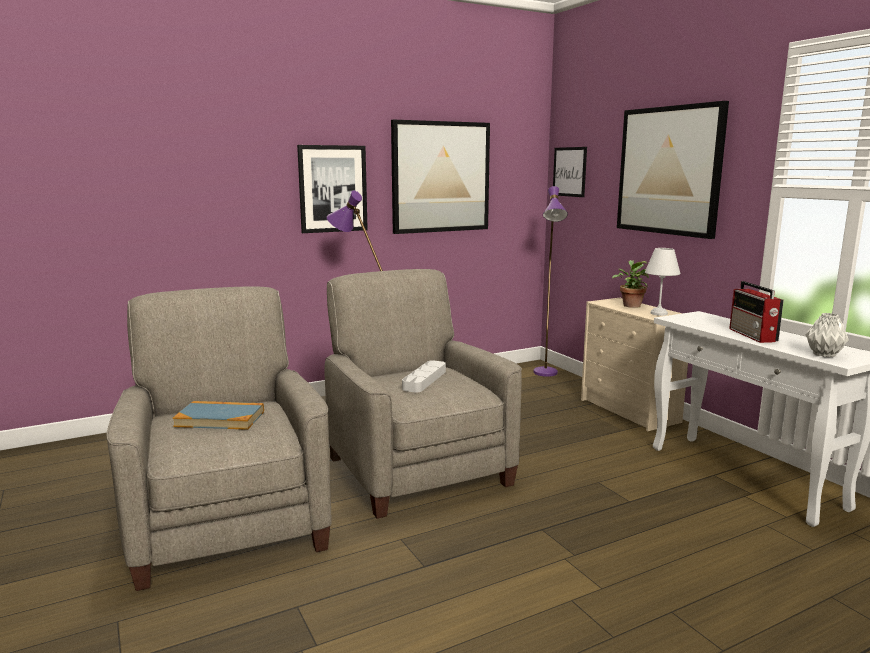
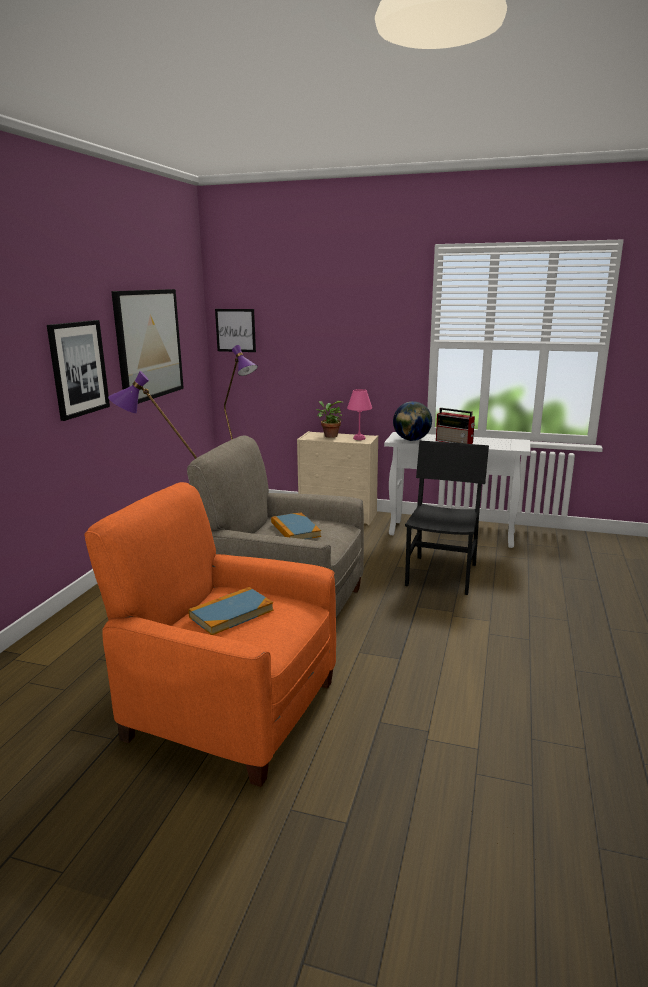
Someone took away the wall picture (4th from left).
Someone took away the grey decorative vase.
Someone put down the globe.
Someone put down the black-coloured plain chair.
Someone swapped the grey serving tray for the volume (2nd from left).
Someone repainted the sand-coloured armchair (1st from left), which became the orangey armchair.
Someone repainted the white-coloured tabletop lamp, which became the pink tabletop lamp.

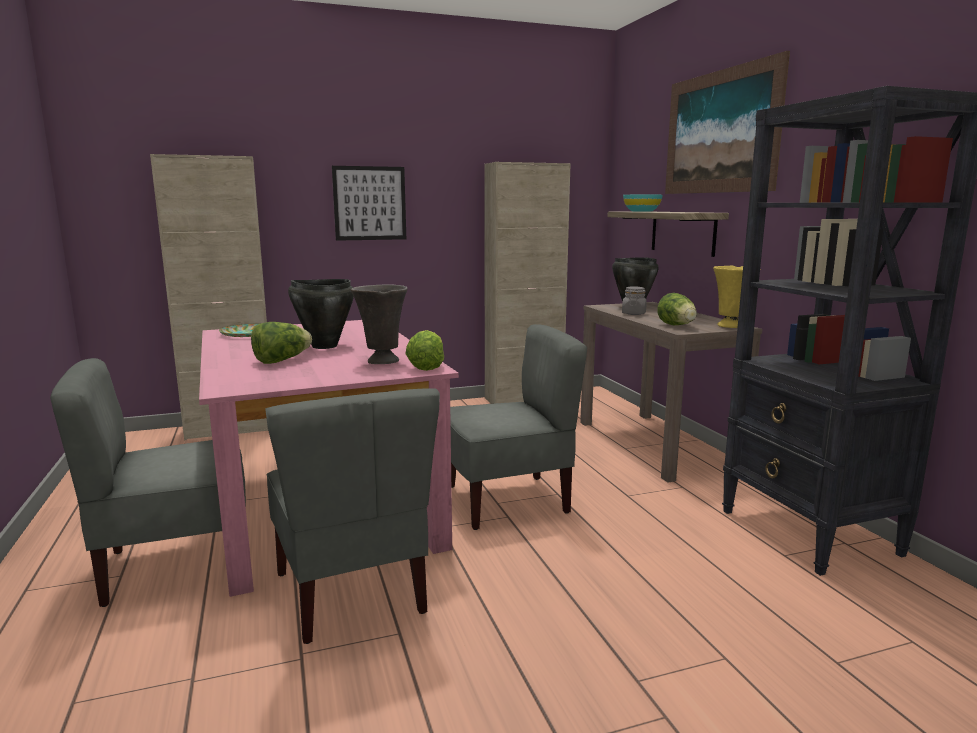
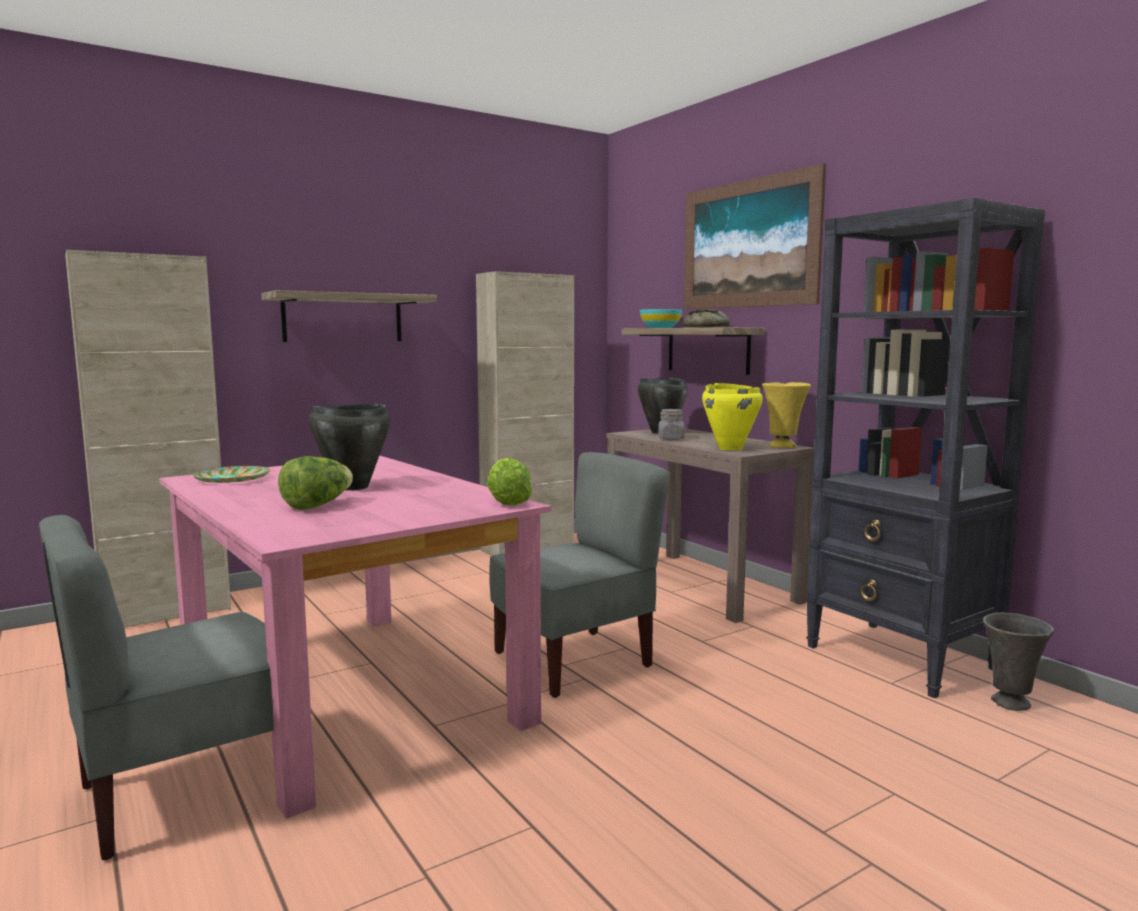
Someone took away the grey plain chair (2nd from left).
Someone put down the bread.
Someone carried the grey decorative vase.
Someone swapped the wall picture (1st from left) for the shelf (1st from left).
Someone swapped the lettuce (3rd from left) for the yellow-coloured saucepot.

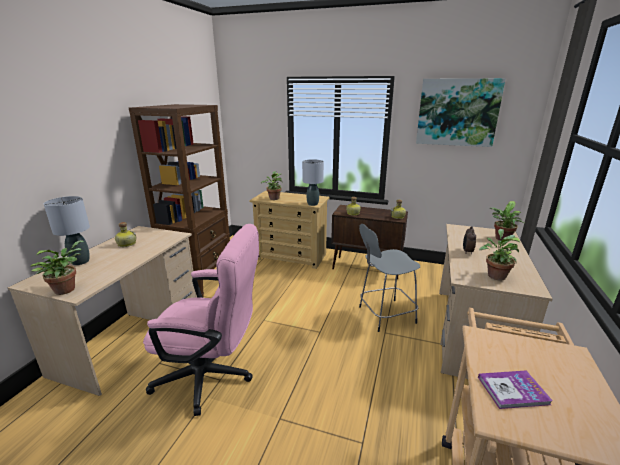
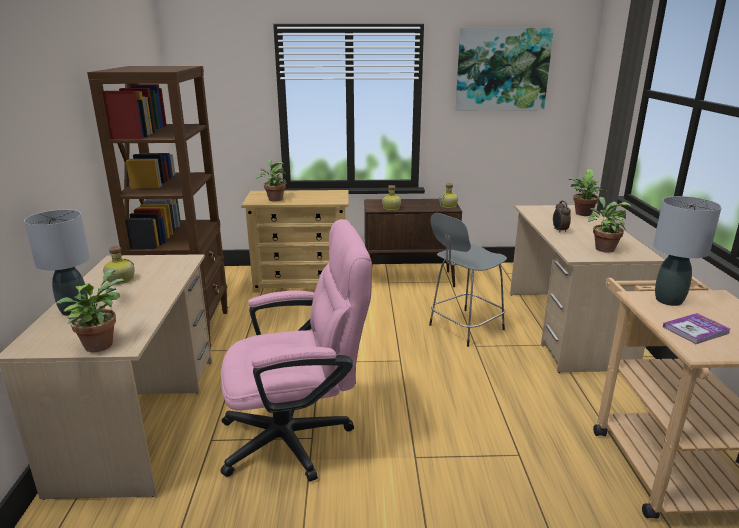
Someone carried the grey tabletop lamp (2nd from left).

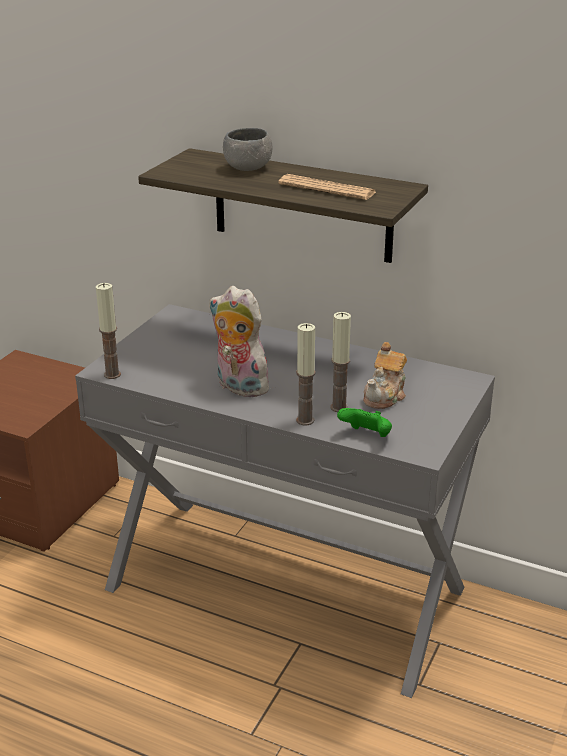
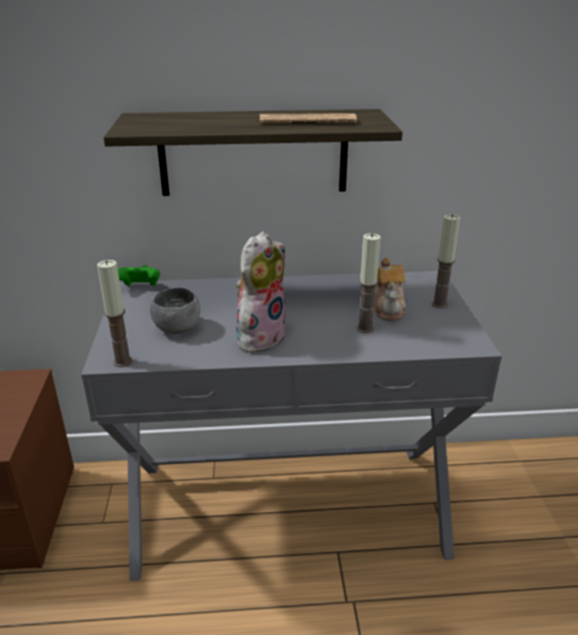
Someone carried the grey deep dish.
Someone carried the candle (2nd from left in the first image).
Someone carried the green joypad.
Someone rotated the cuddly toy by 120 degrees clockwise.

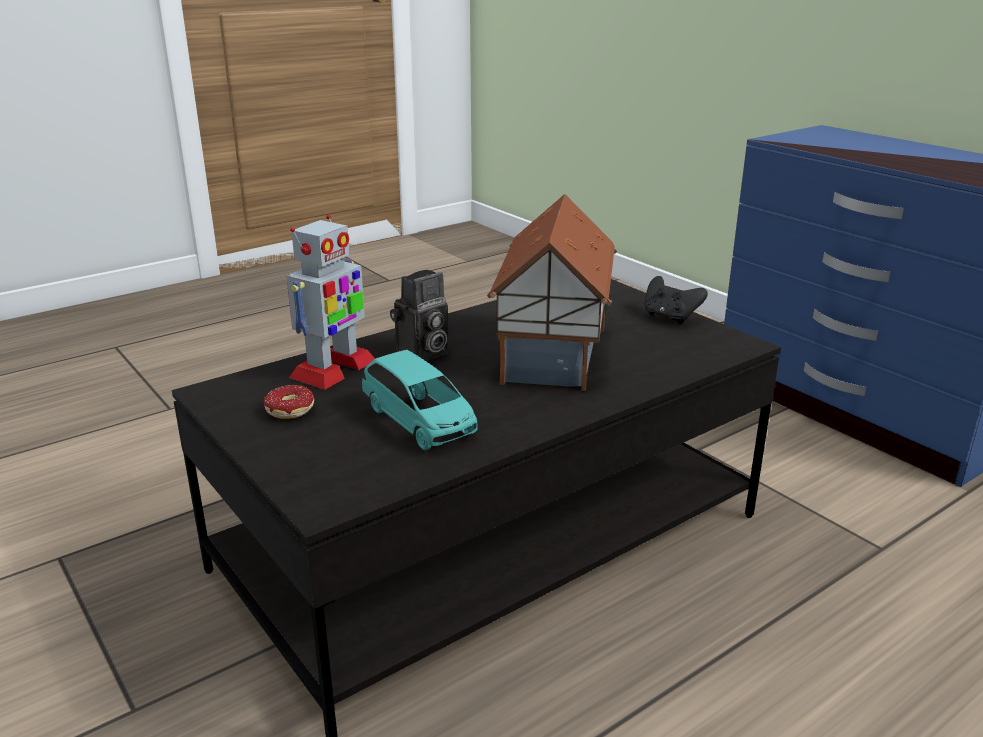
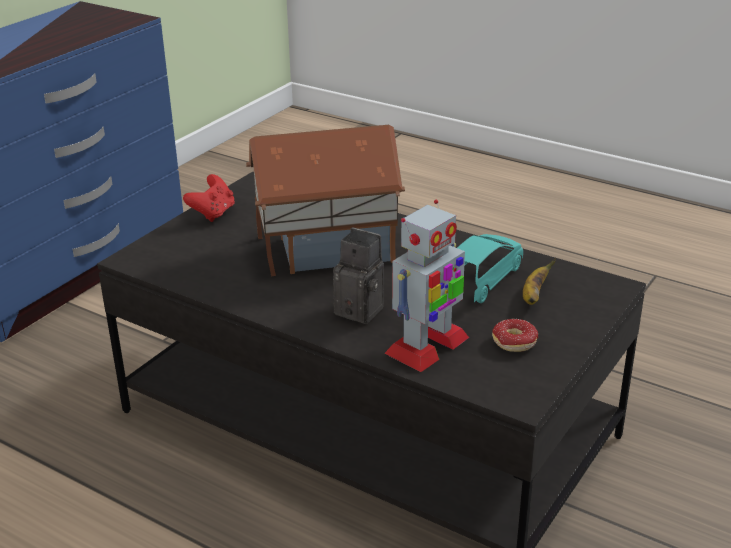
Someone put down the banana.
Someone repainted the black-coloured joypad, which became the red-coloured joypad.
Someone rotated the robot figure by 120 degrees clockwise.

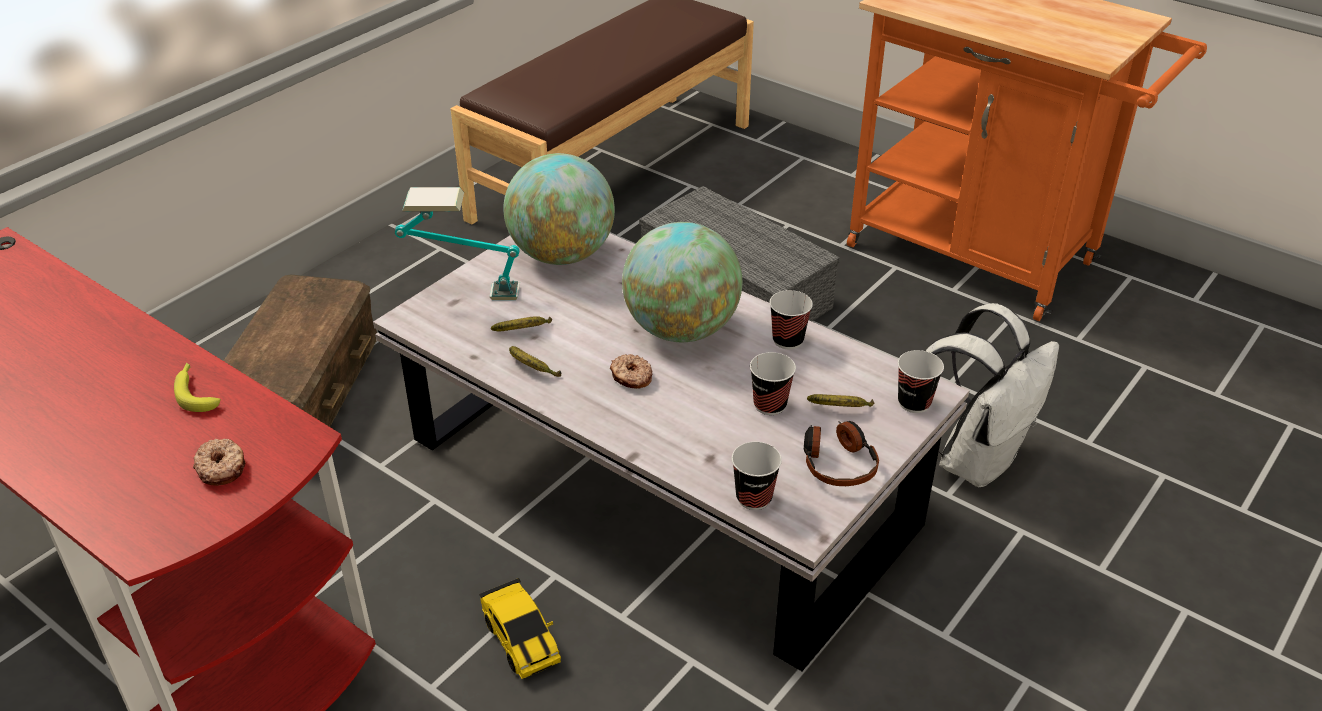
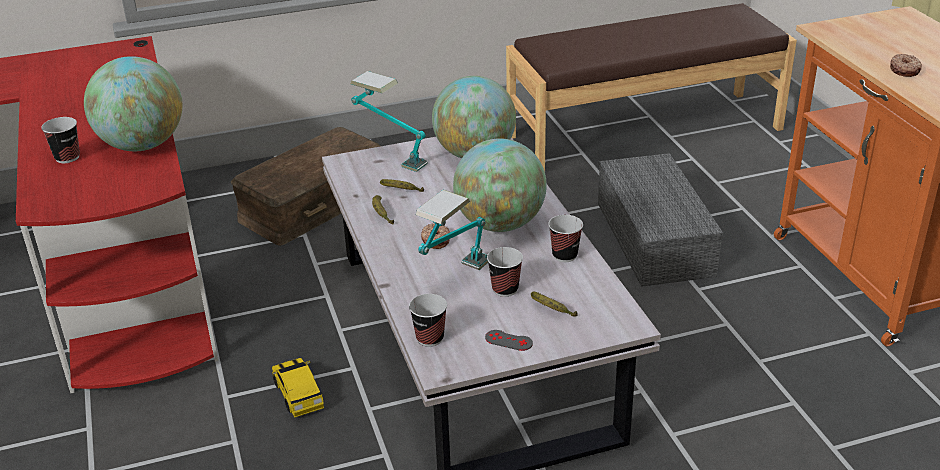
Someone took away the white-coloured backpack.
Someone put down the tabletop lamp (2nd from left).
Someone carried the doughnut (1st from left in the first image).
Someone carried the drinking cup (4th from left in the first image).
Someone swapped the banana (1st from left) for the globe (1st from left).
Someone swapped the pair of headphones for the grey joypad.
Someone rotated the model car by 150 degrees clockwise.

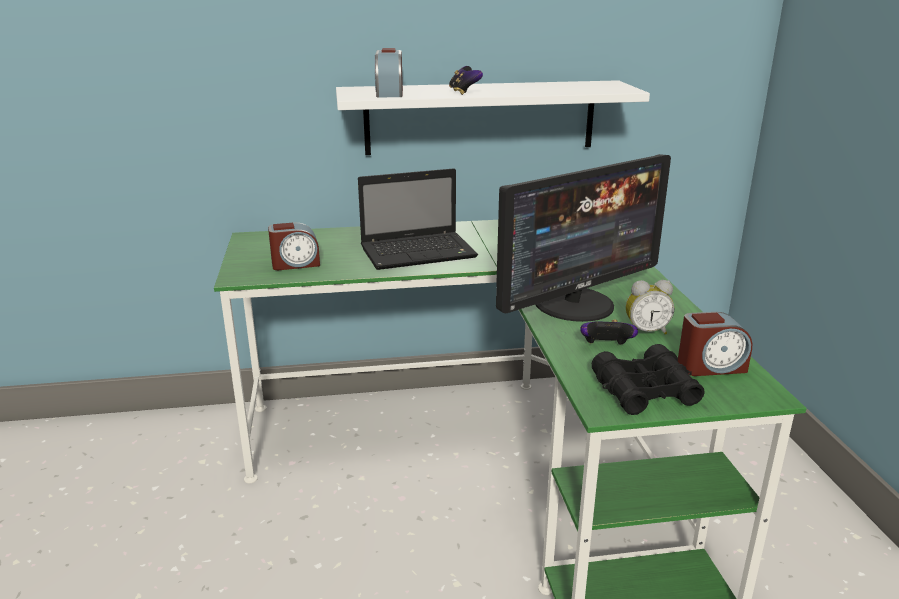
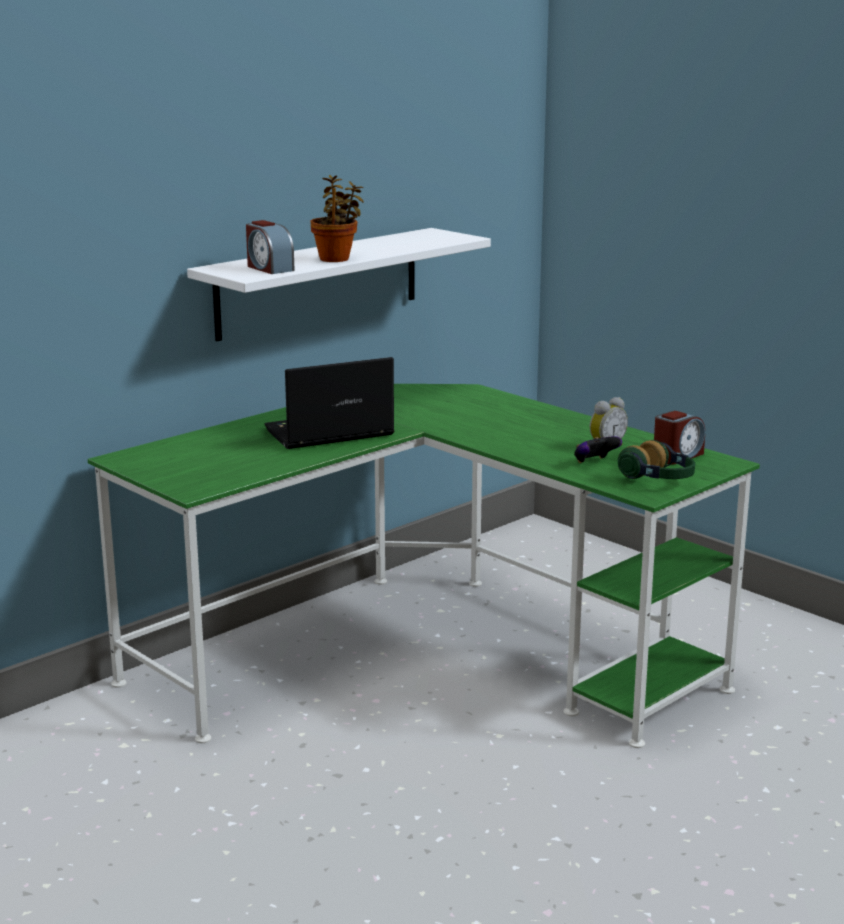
Someone took away the table clock (1st from left).
Someone took away the computer screen.
Someone swapped the joypad (1st from left) for the plant in a pot.
Someone swapped the black-coloured binoculars for the pair of headphones.
Someone rotated the portable computer by 150 degrees counterclockwise.

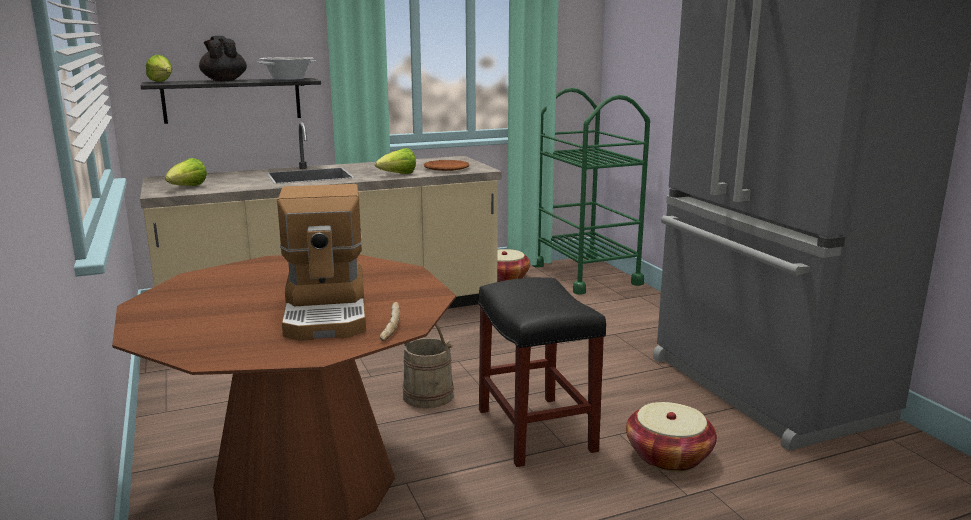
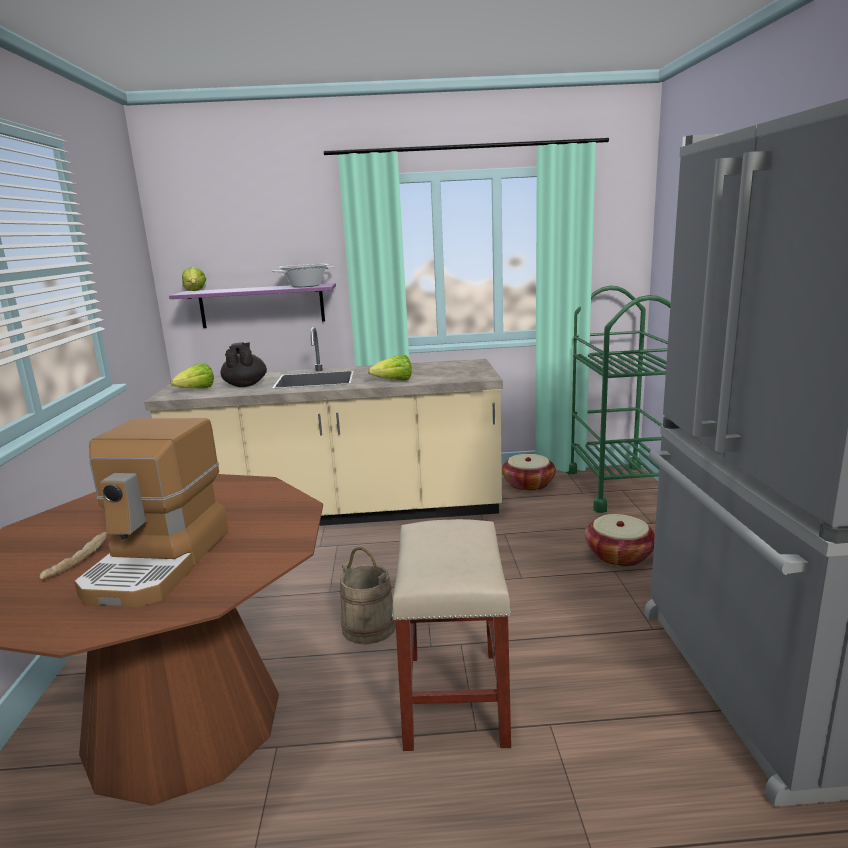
Someone took away the brown-coloured plate.
Someone carried the black-coloured teapot.
Someone carried the bread.
Someone carried the household basket (2nd from left).
Someone repainted the black-coloured shelf, which became the purple-coloured shelf.
Someone repainted the black-coloured stool, which became the sand-coloured stool.

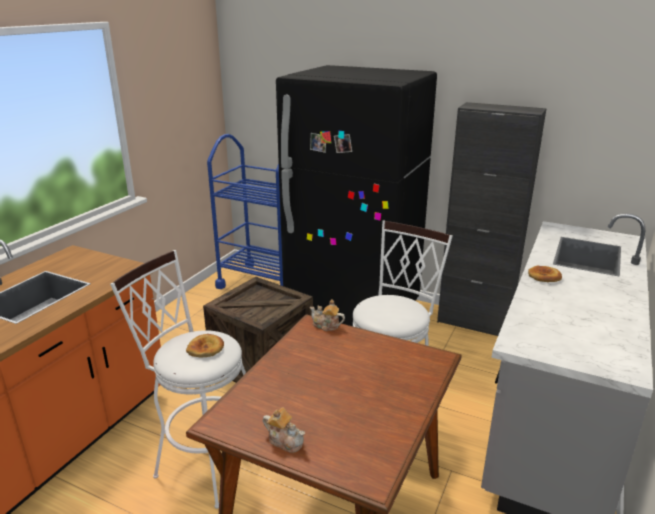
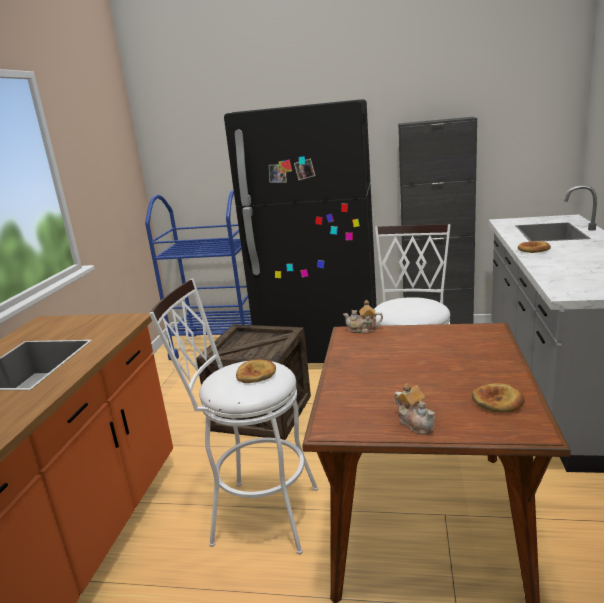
Someone put down the bread (2nd from left).
Someone rotated the teapot (1st from left in the first image) by 45 degrees clockwise.

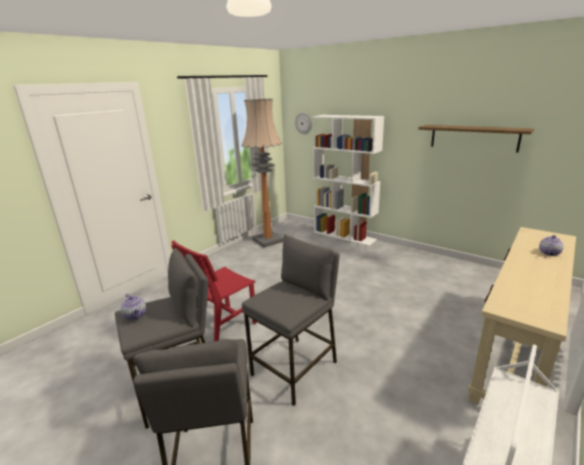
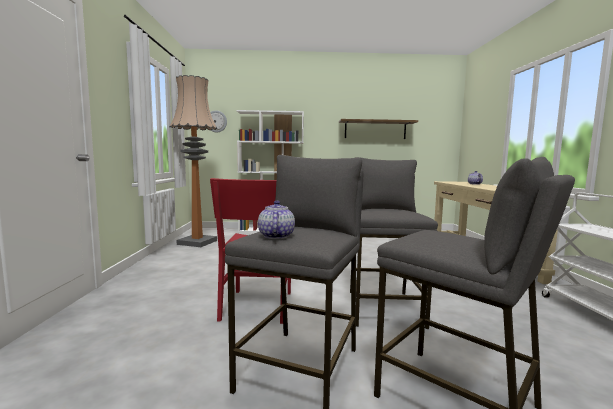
Someone rotated the teapot (1st from left) by 105 degrees counterclockwise.

